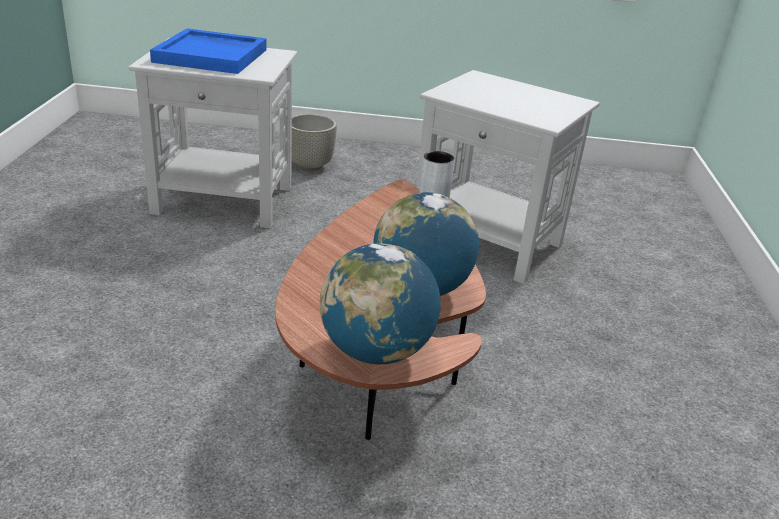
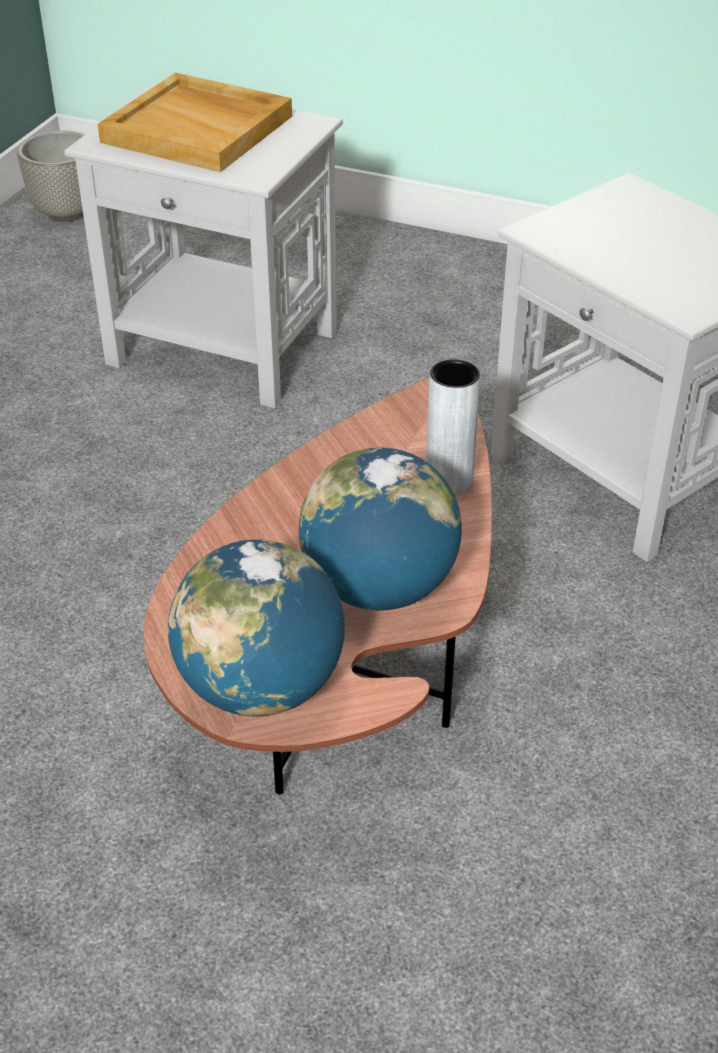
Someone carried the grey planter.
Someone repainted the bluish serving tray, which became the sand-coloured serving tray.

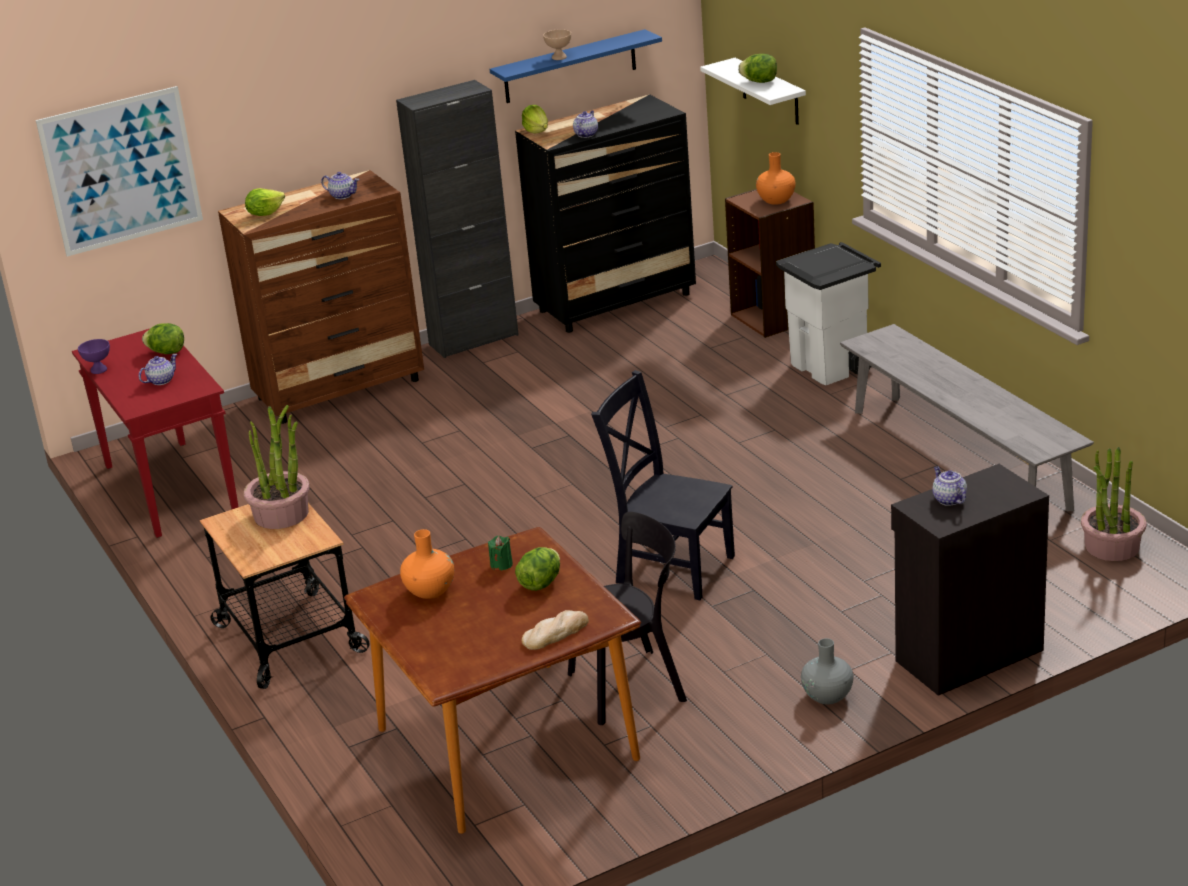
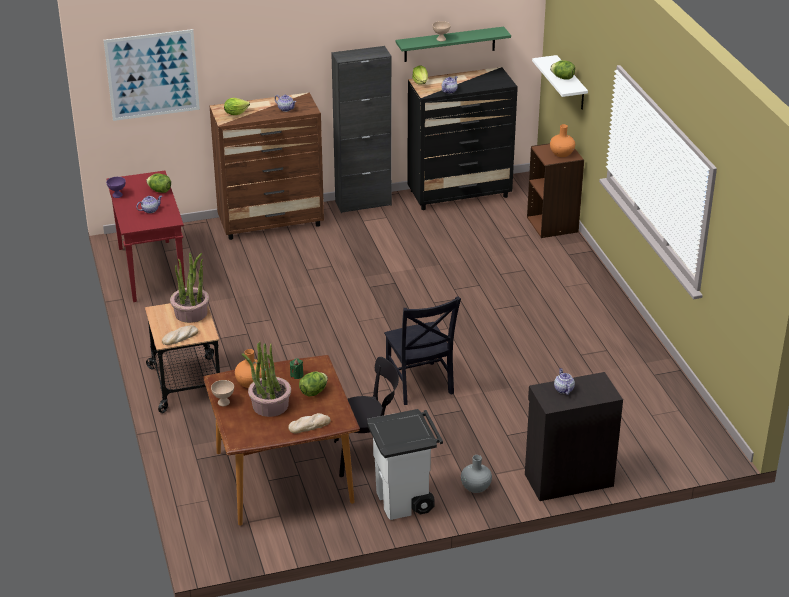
Someone took away the grey long seat.
Someone put down the bread (1st from left).
Someone put down the sand-coloured deep dish (1st from left).
Someone carried the white-coloured trash can.
Someone carried the plant in a pot (2nd from left).
Someone repainted the bluish shelf, which became the green shelf.
Someone rotated the black-coloured plain chair (2nd from left) by 150 degrees counterclockwise.

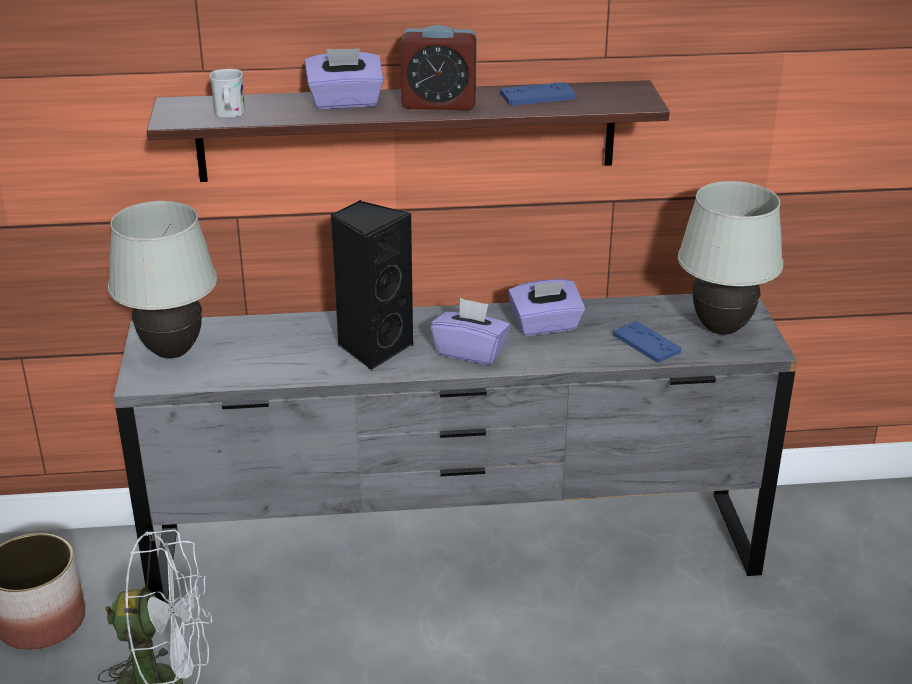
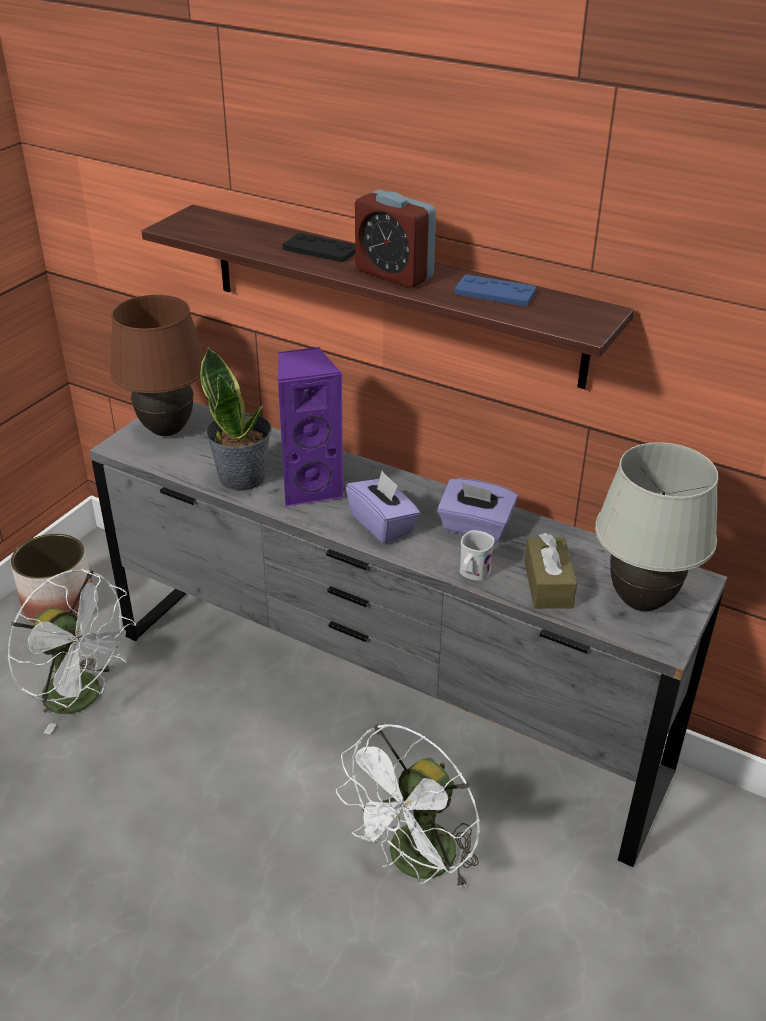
Someone put down the plant in a pot.
Someone put down the white-coloured fan (2nd from left).
Someone carried the white-coloured tea mug.
Someone swapped the purple-coloured tissue holder (1st from left) for the black-coloured joypad.
Someone swapped the bluish joypad (2nd from left) for the brown-coloured tissue holder.
Someone repainted the white-coloured tabletop lamp (1st from left), which became the brown-coloured tabletop lamp.
Someone repainted the black-coloured audio speaker, which became the purple-coloured audio speaker.

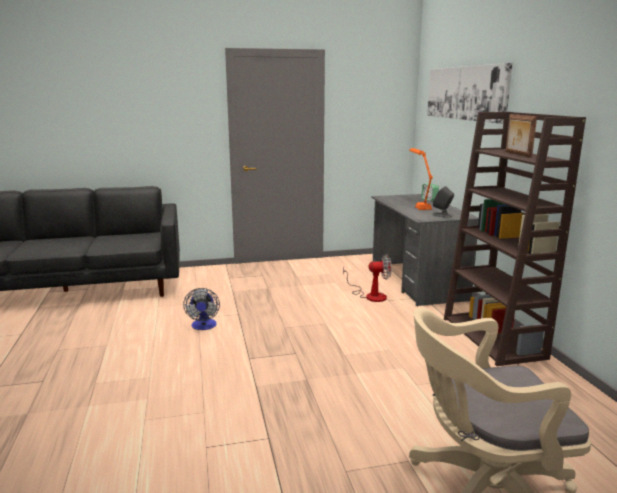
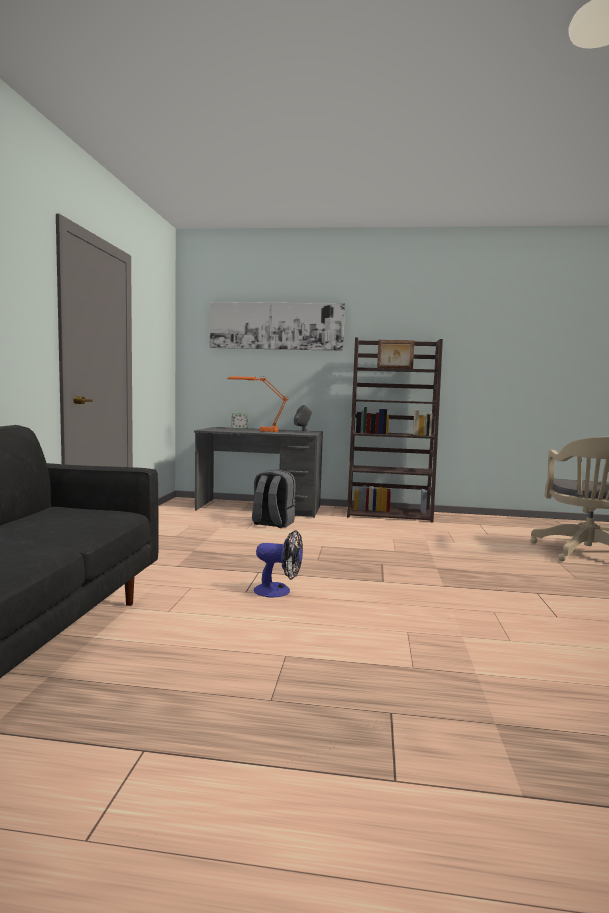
Someone swapped the fan (2nd from left) for the grey backpack.

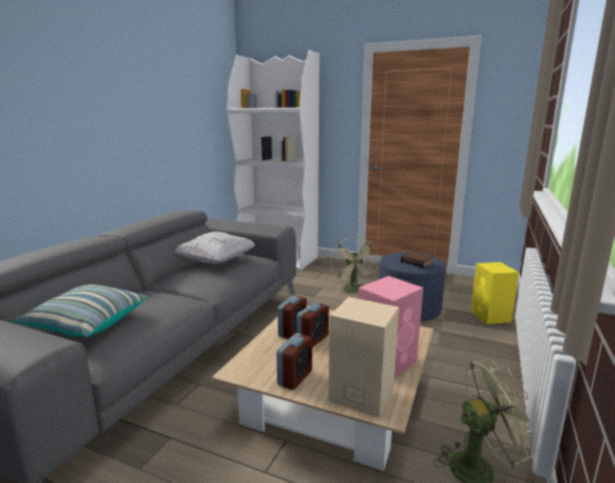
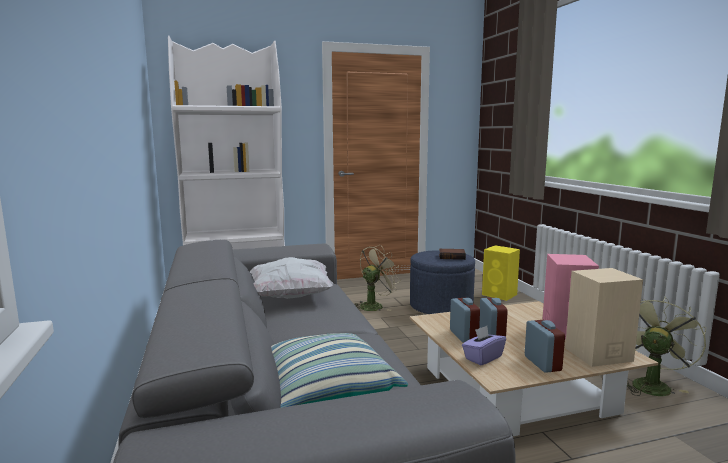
Someone put down the purple-coloured tissue holder.
Someone rotated the sand-coloured fan by 90 degrees counterclockwise.

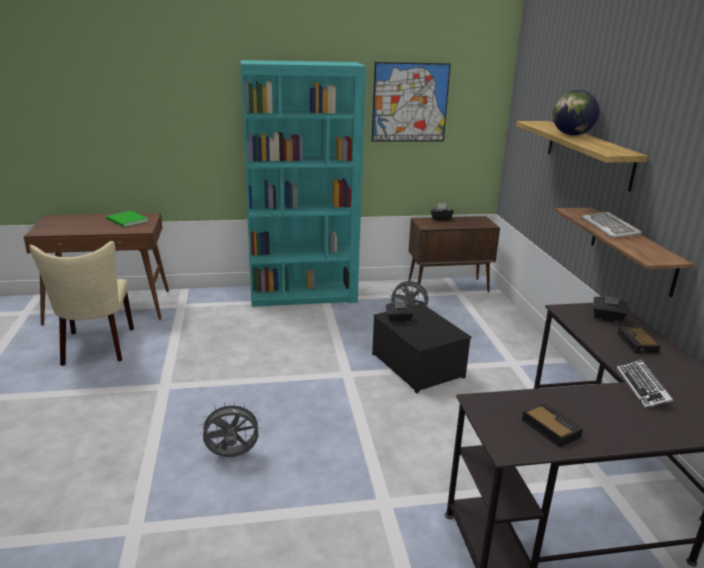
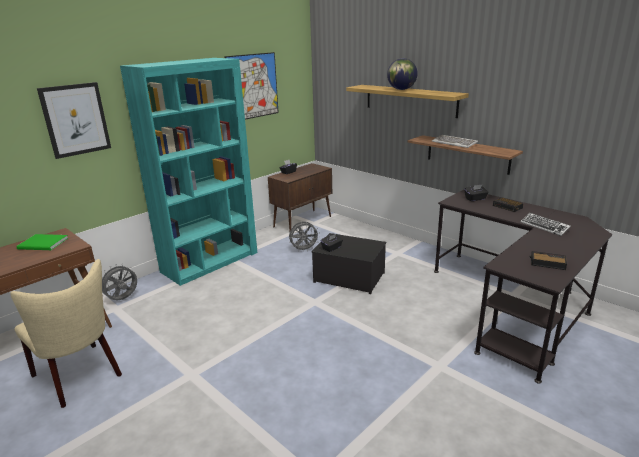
Someone put up the wall picture (1st from left).
Someone carried the grey fan (1st from left).

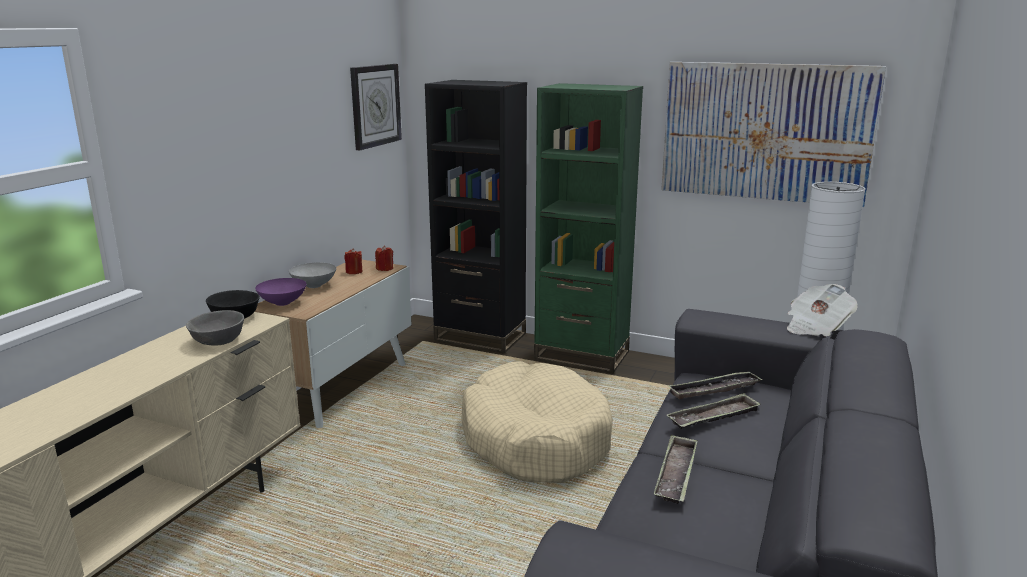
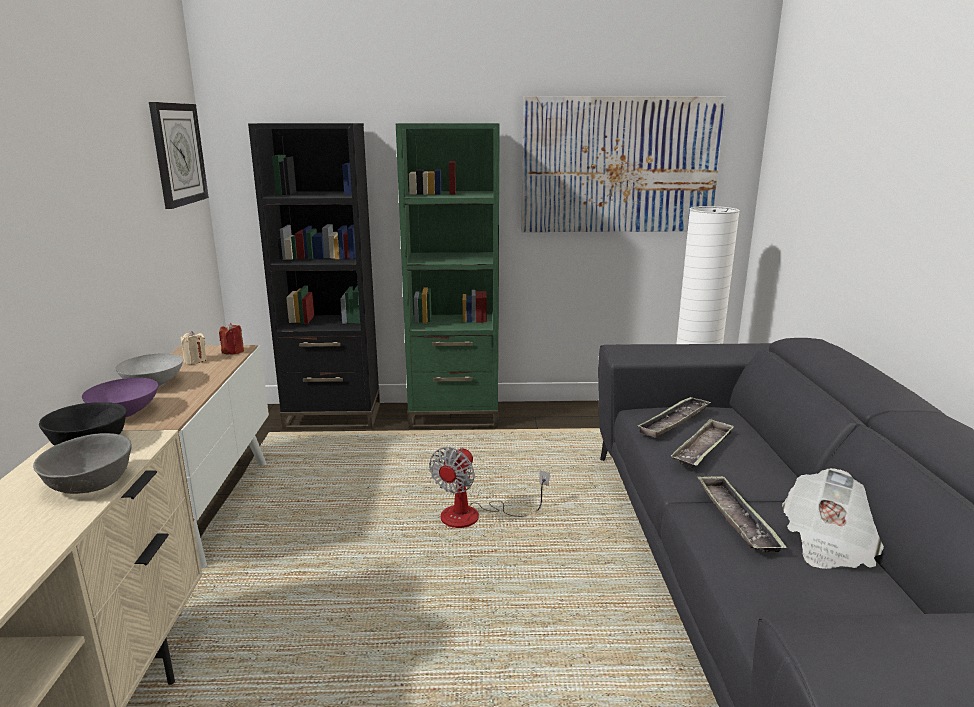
Someone carried the newspaper.
Someone swapped the sand-coloured dog bed for the fan.
Someone repainted the red-coloured candle (1st from left), which became the sand-coloured candle.

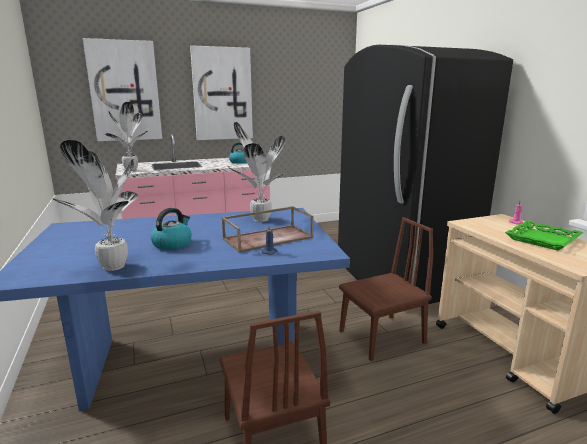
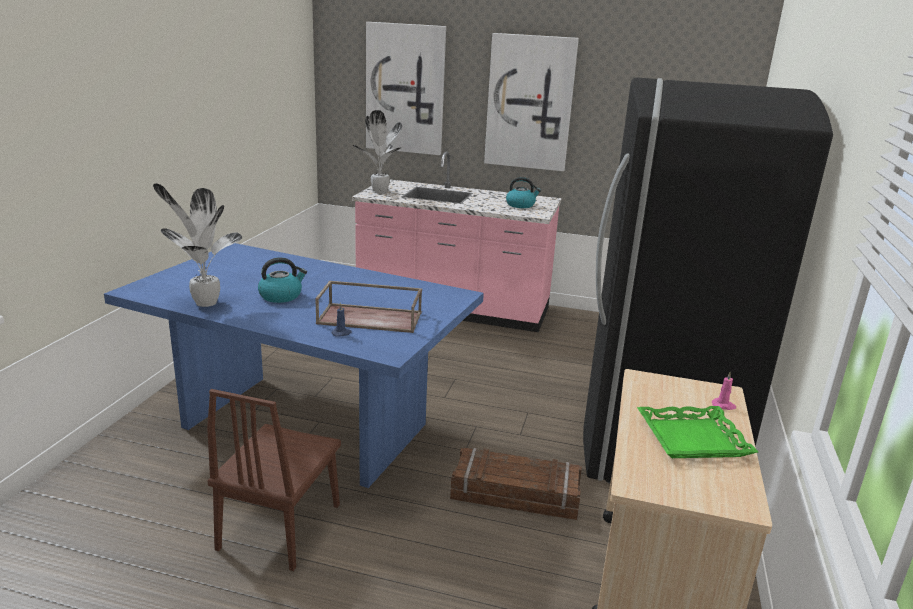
Someone took away the plant in a pot (3rd from left).
Someone swapped the brown-coloured plain chair (2nd from left) for the shipping crate.

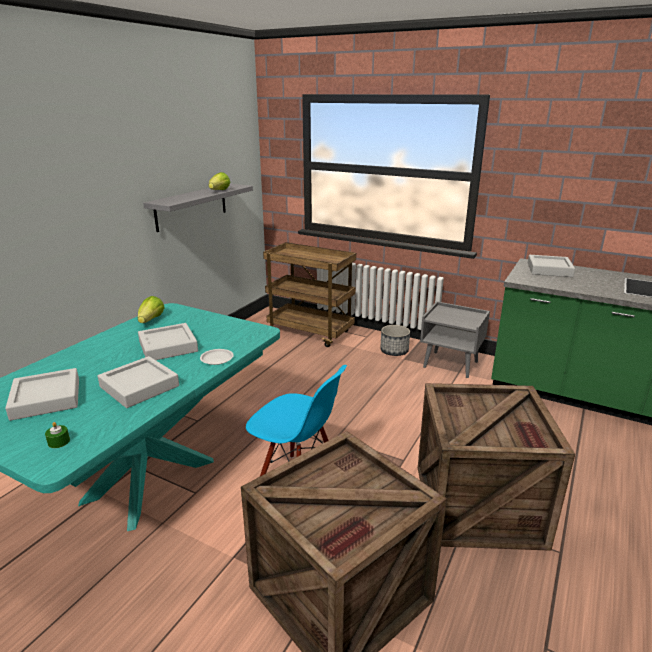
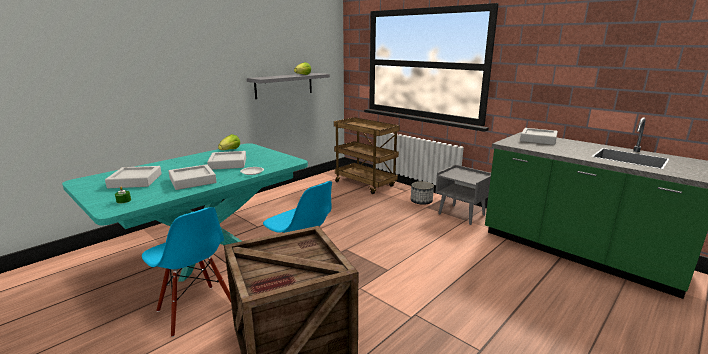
Someone took away the shipping crate (2nd from left).
Someone put down the bluish plain chair (1st from left).

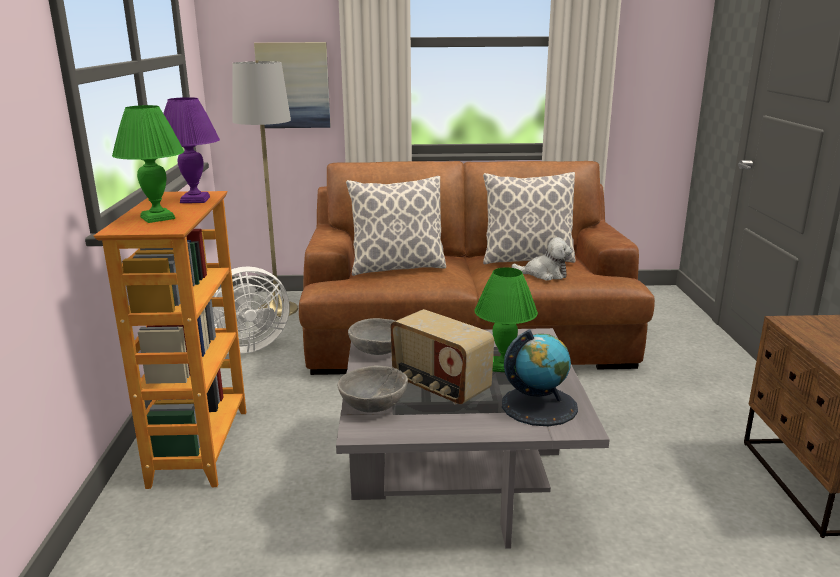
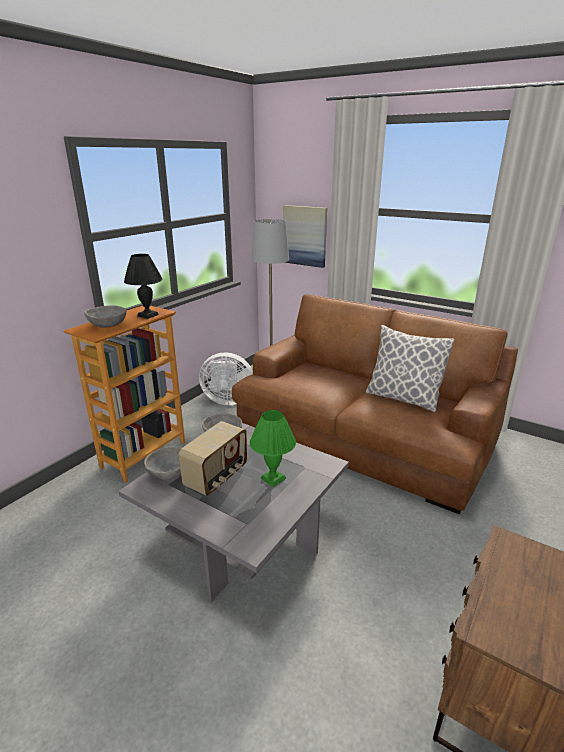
Someone took away the pillow (1st from left).
Someone took away the globe.
Someone took away the cuddly toy.
Someone swapped the green tabletop lamp (1st from left) for the grey deep dish (1st from left).
Someone repainted the purple-coloured tabletop lamp, which became the black-coloured tabletop lamp.
Someone rotated the radio receiver by 135 degrees counterclockwise.

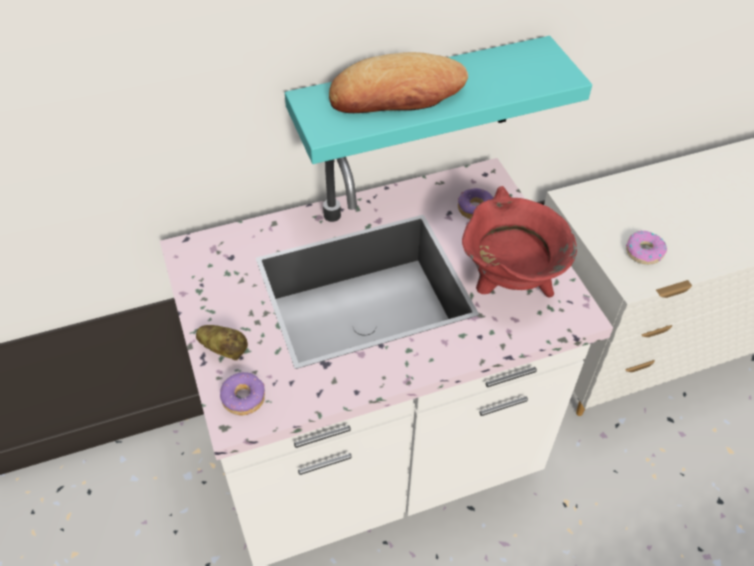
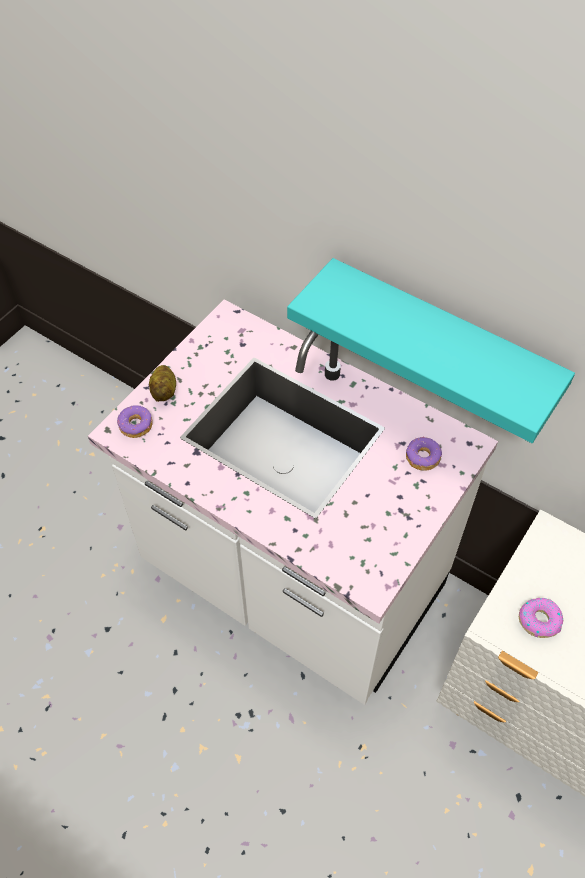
Someone took away the bread.
Someone took away the red-coloured saucepot.

